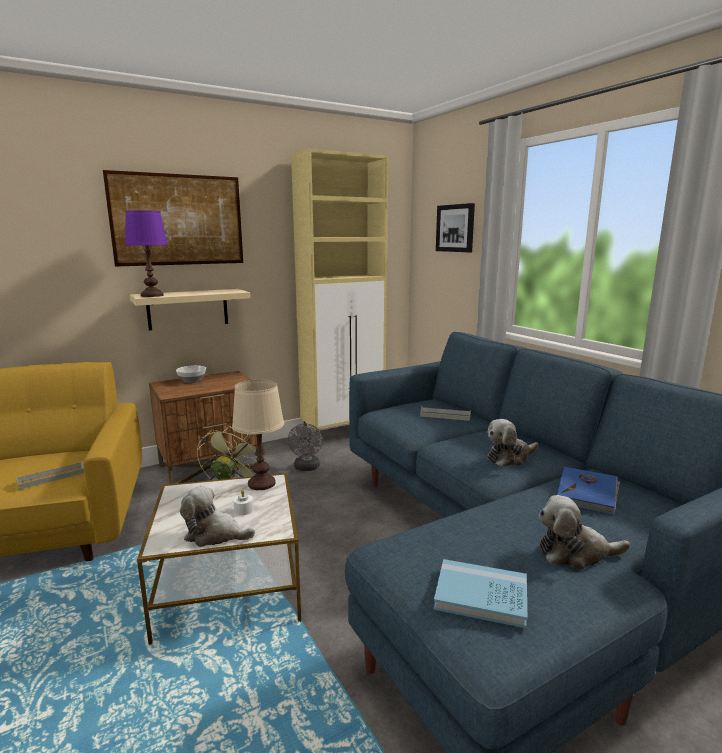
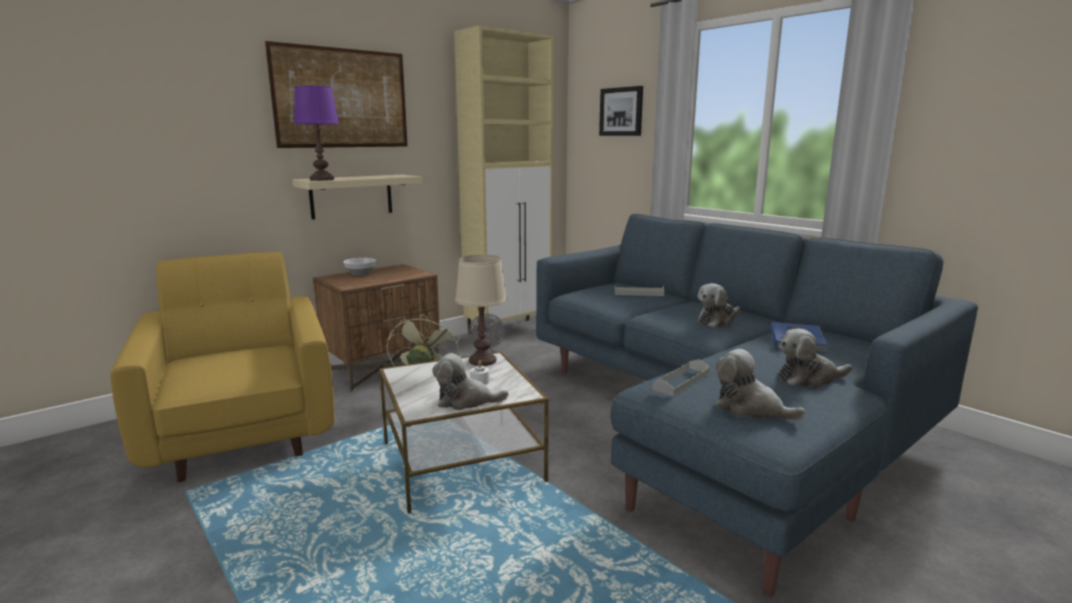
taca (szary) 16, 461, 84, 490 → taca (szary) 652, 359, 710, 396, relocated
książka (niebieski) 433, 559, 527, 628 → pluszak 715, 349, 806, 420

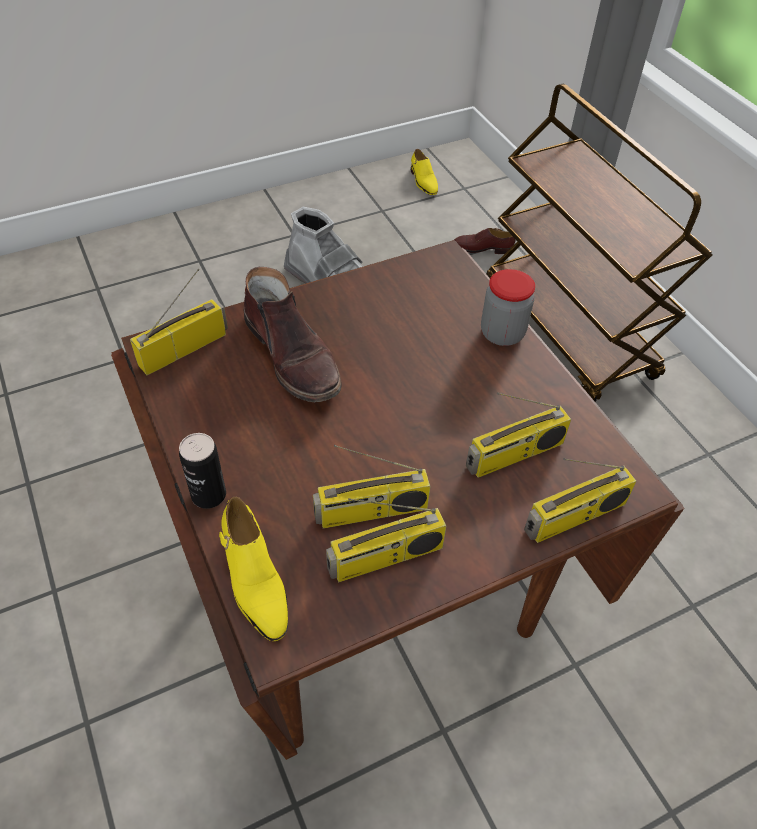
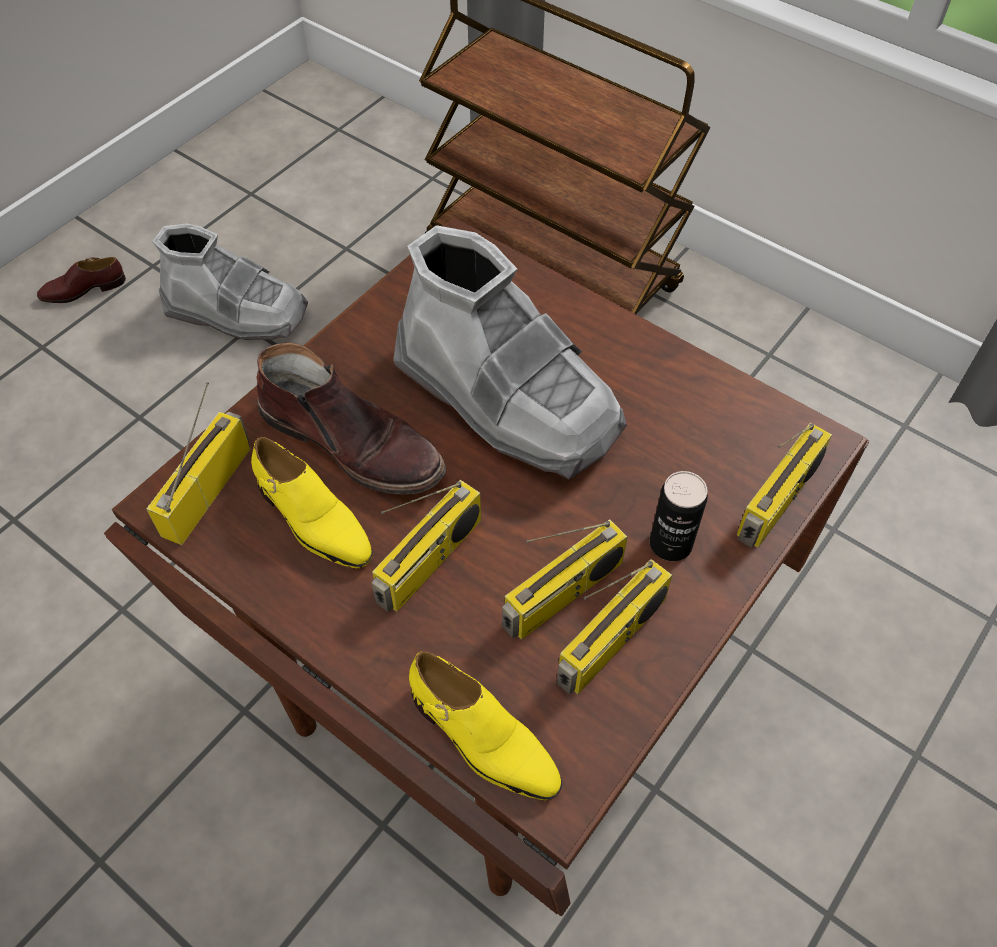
but (brązowy) 454, 228, 516, 254 → but (brązowy) 37, 257, 126, 303, relocated
but (żółty) 411, 149, 438, 195 → but (żółty) 251, 437, 373, 568, relocated
radio 466, 392, 571, 478 → radio 372, 480, 481, 612, relocated
- → but z cholewką (szary) 393, 225, 627, 479
puszka 179, 433, 226, 509 → puszka 650, 471, 708, 561, relocated
słoik 481, 269, 535, 346 → -

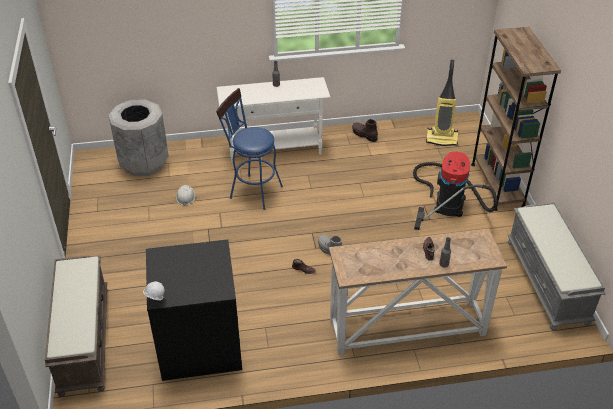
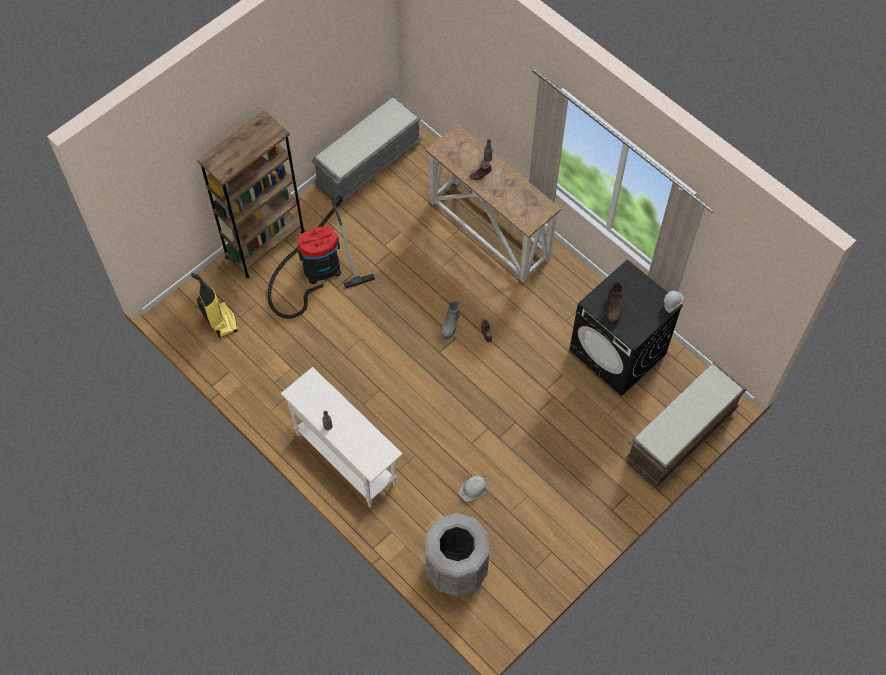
but z cholewką (brązowy) 352, 119, 378, 142 → but z cholewką (brązowy) 606, 282, 623, 325, relocated
stołek (niebieski) 216, 88, 283, 210 → -

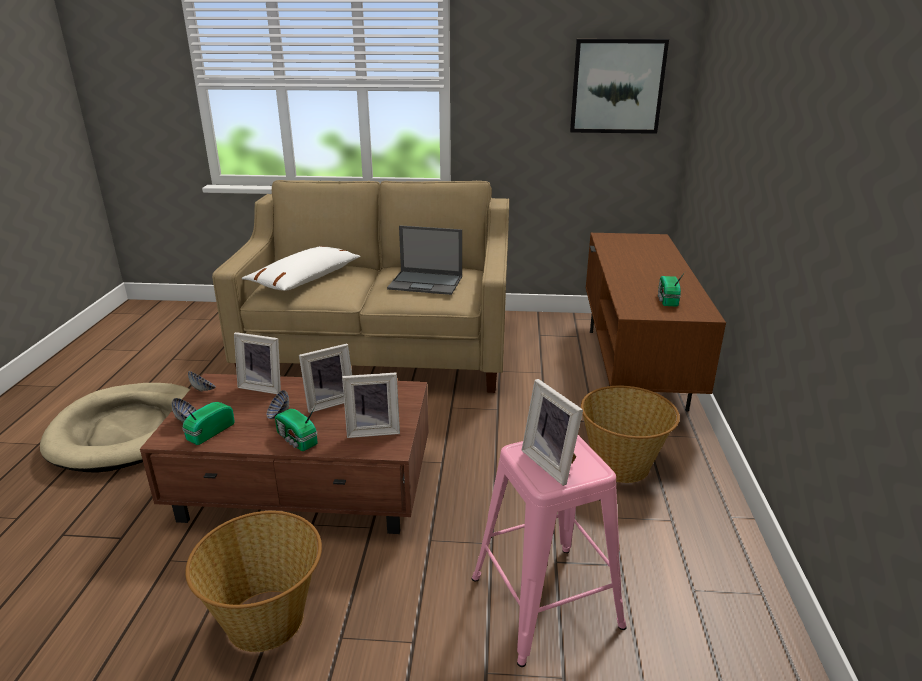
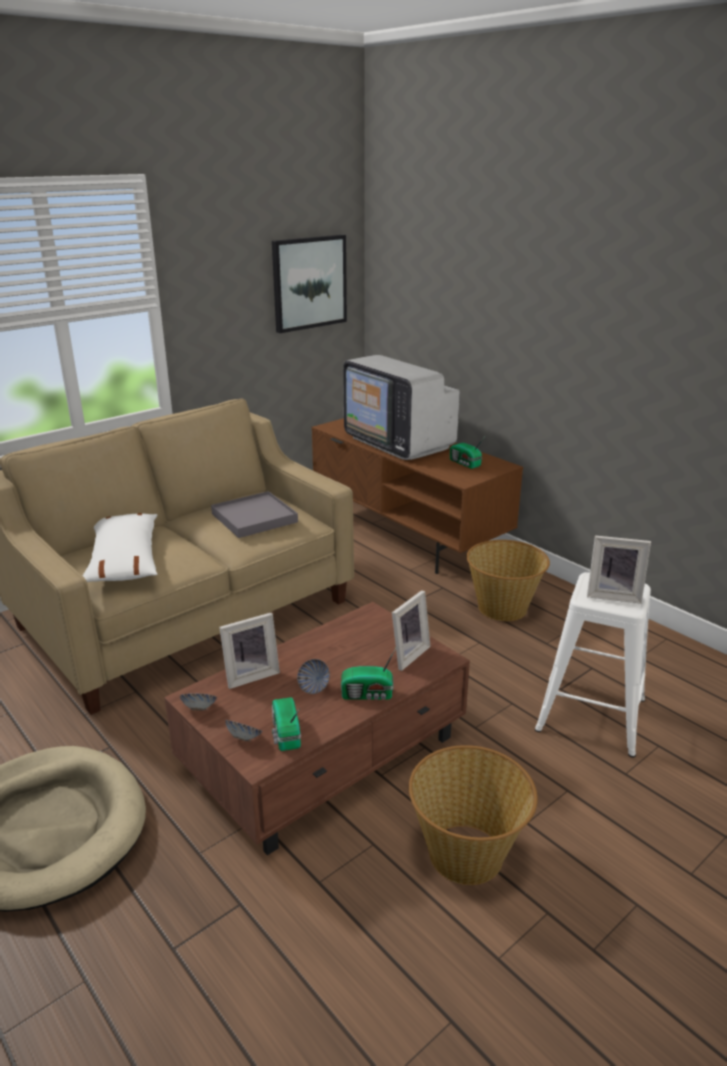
laptop 387, 225, 462, 295 → taca (szary) 211, 491, 298, 538
- → telewizor 343, 355, 460, 460
stołek (różowy) 472, 435, 627, 667 → stołek (biały) 535, 572, 651, 757
ramka na zdjęcie 299, 344, 352, 413 → -

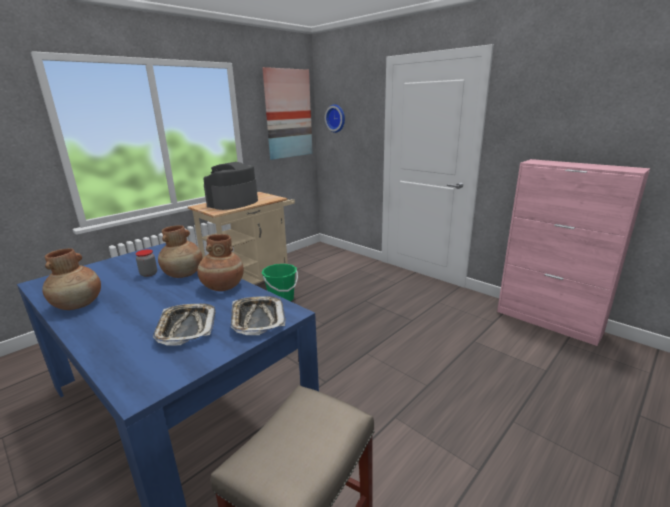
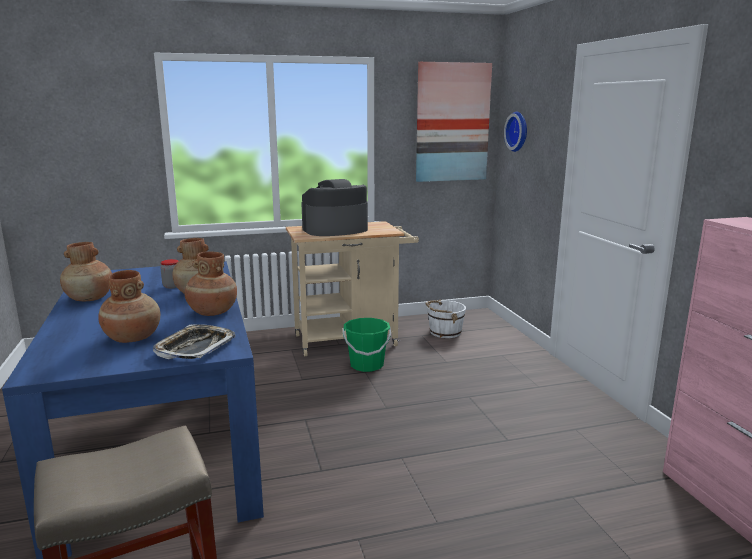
taca 153, 303, 216, 345 → wazon (brązowy) 98, 270, 160, 343
- → wiadro (biały) 425, 300, 466, 338

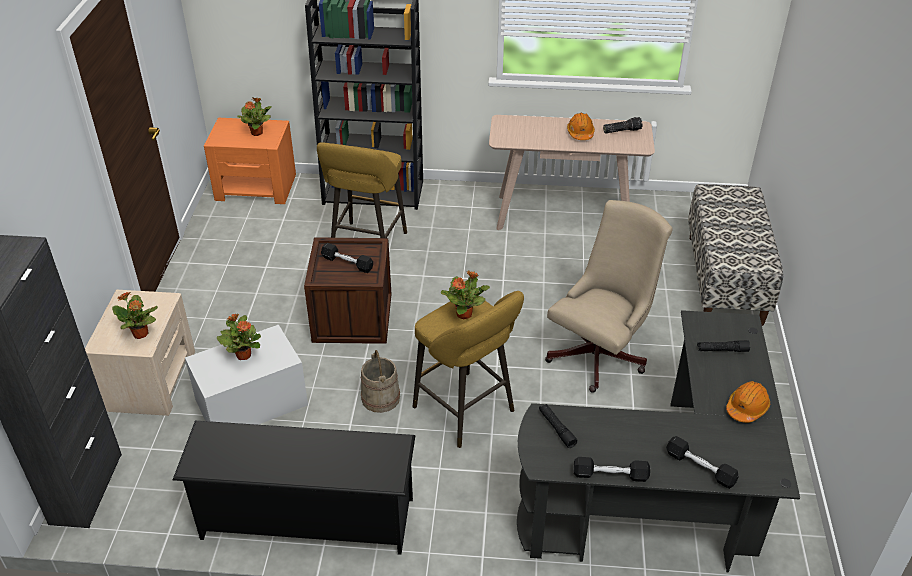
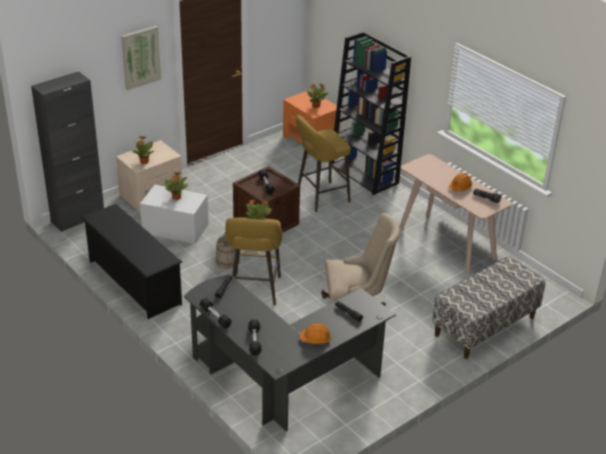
- → obraz 121, 26, 161, 90

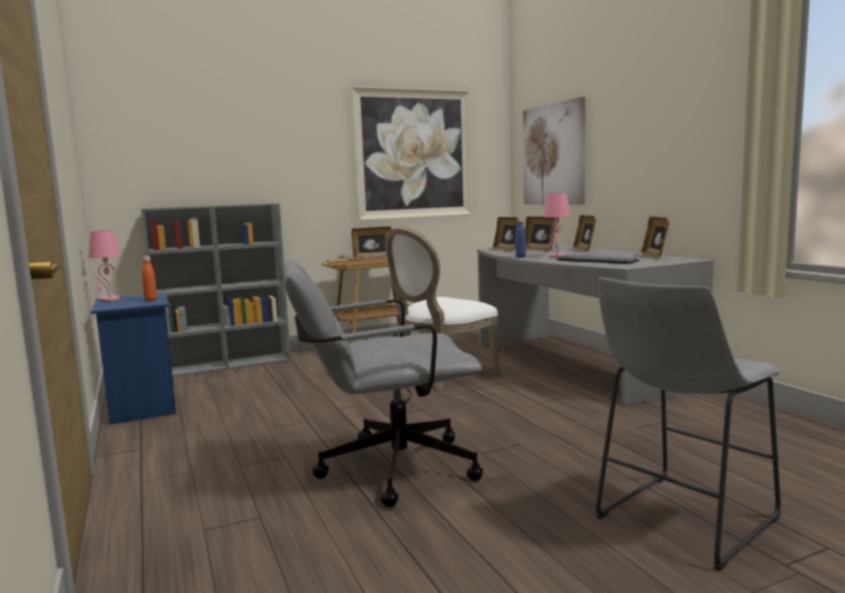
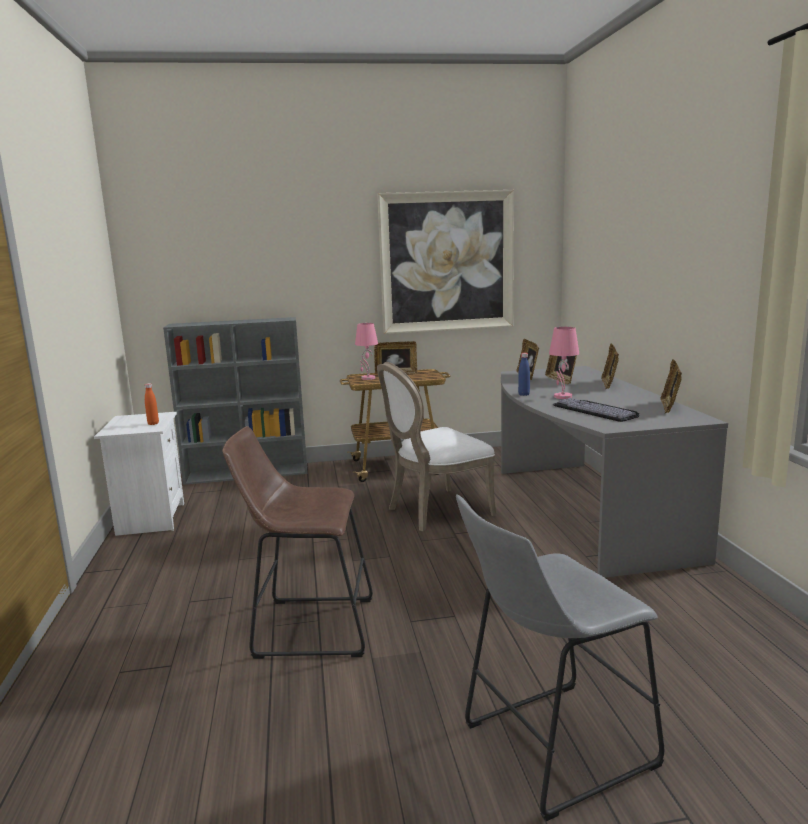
szafka nocna (niebieski) 91, 293, 176, 424 → szafka nocna (biały) 94, 412, 184, 536
krzesło biurowe (szary) 283, 259, 483, 507 → stołek (brązowy) 222, 426, 373, 659
lampa stołowa (różowy) 88, 230, 121, 302 → lampa stołowa (różowy) 355, 323, 378, 380, relocated
obraz 523, 97, 585, 205 → -

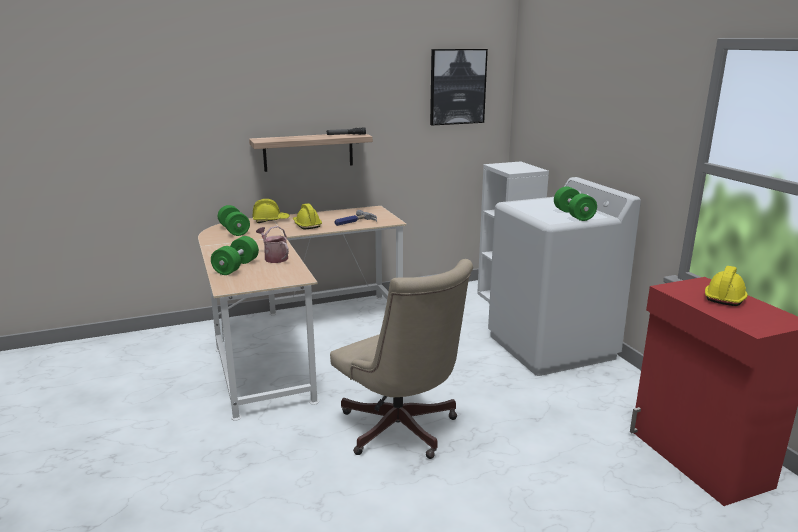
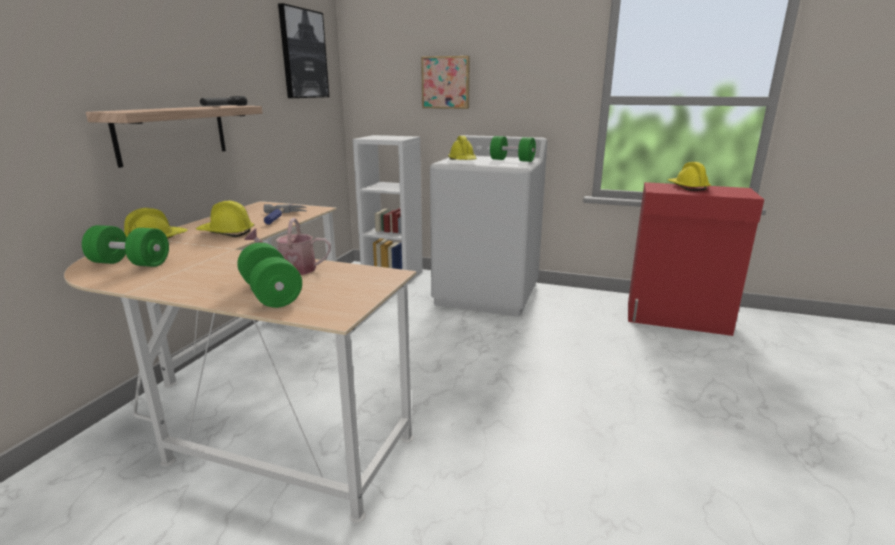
- → obraz 421, 56, 470, 109
- → kask (żółty) 448, 136, 477, 160
krzesło biurowe (beżowy) 330, 259, 473, 459 → -

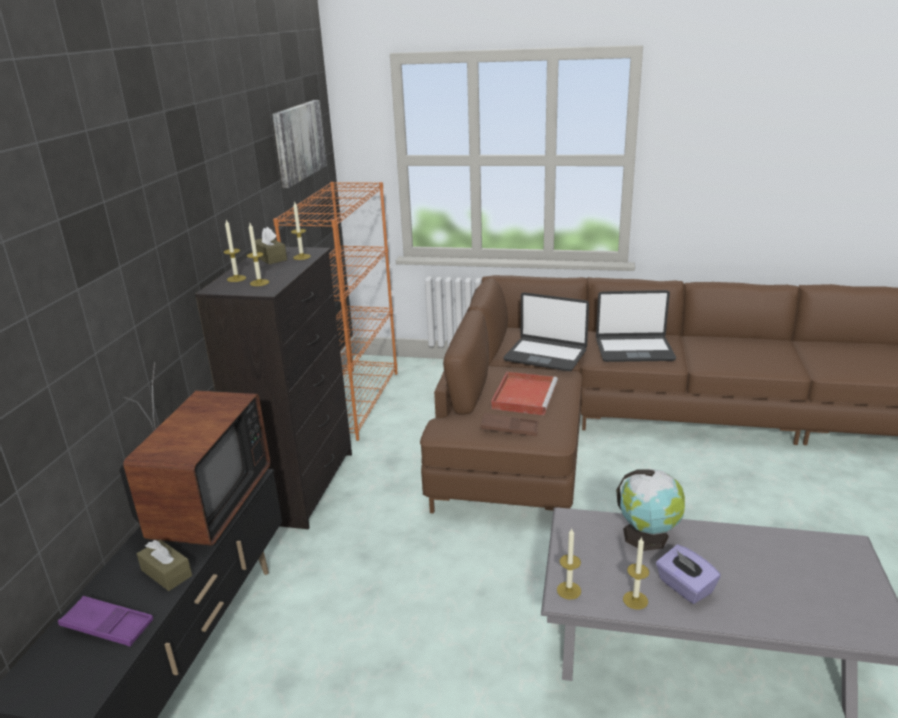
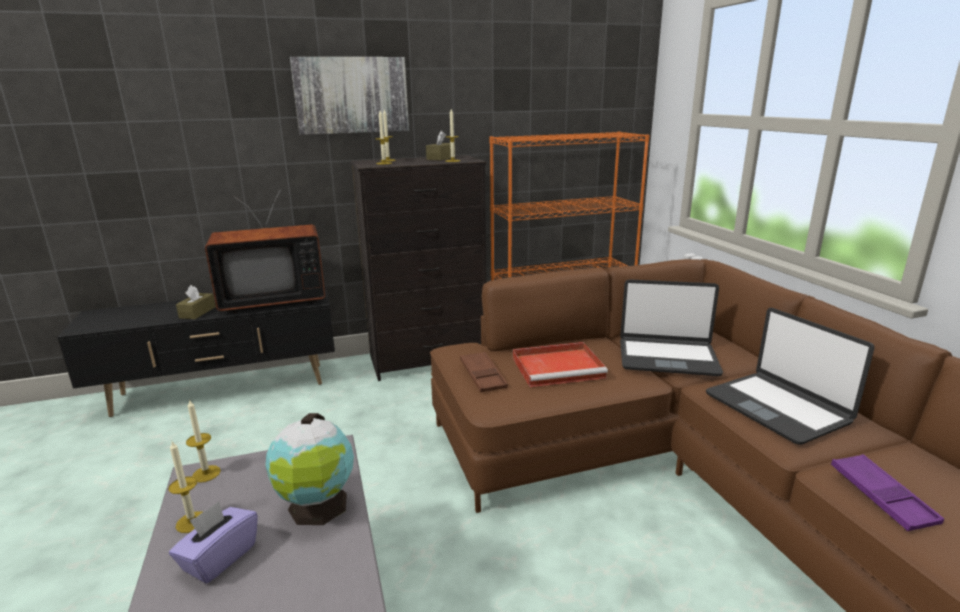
obraz 272, 100, 327, 188 → obraz 290, 57, 409, 135, relocated
laptop 503, 293, 589, 371 → laptop 620, 279, 723, 376, 75 degrees counterclockwise
taca (fioletowy) 58, 596, 153, 646 → taca (fioletowy) 831, 454, 944, 531, relocated

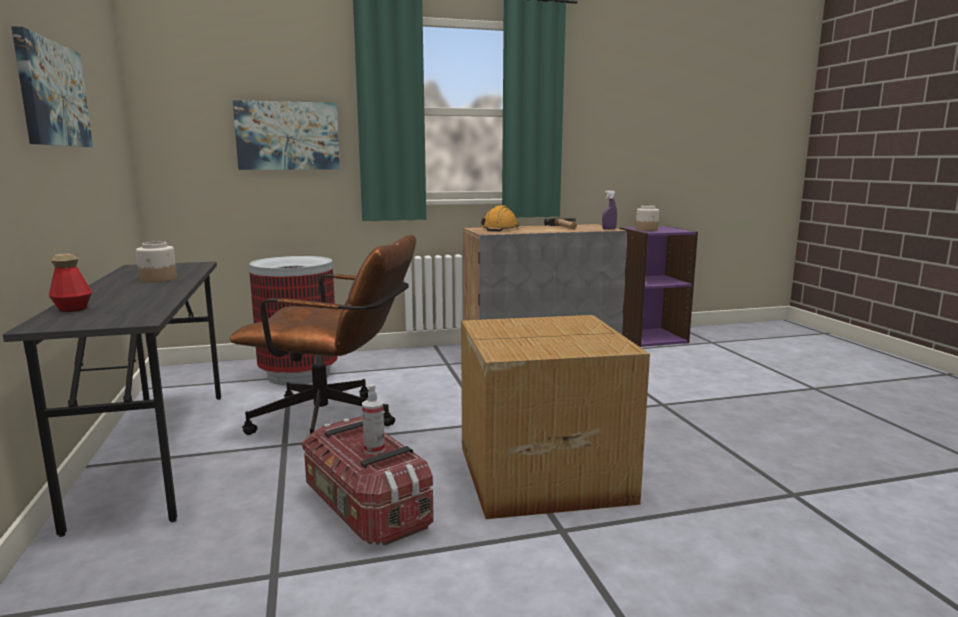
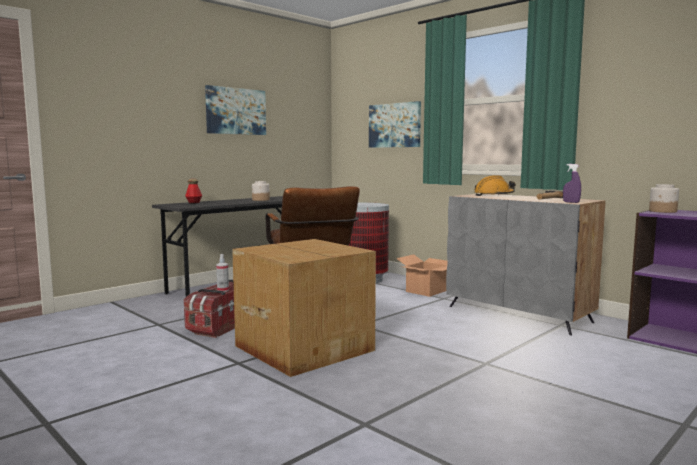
- → karton 396, 254, 447, 297

